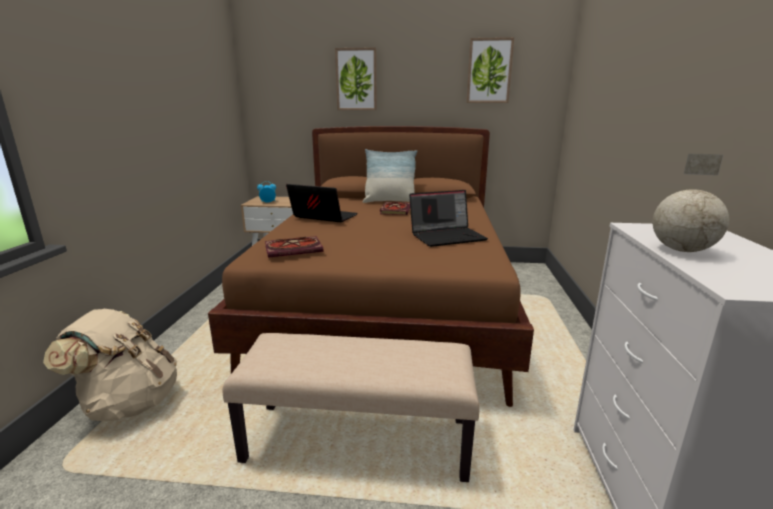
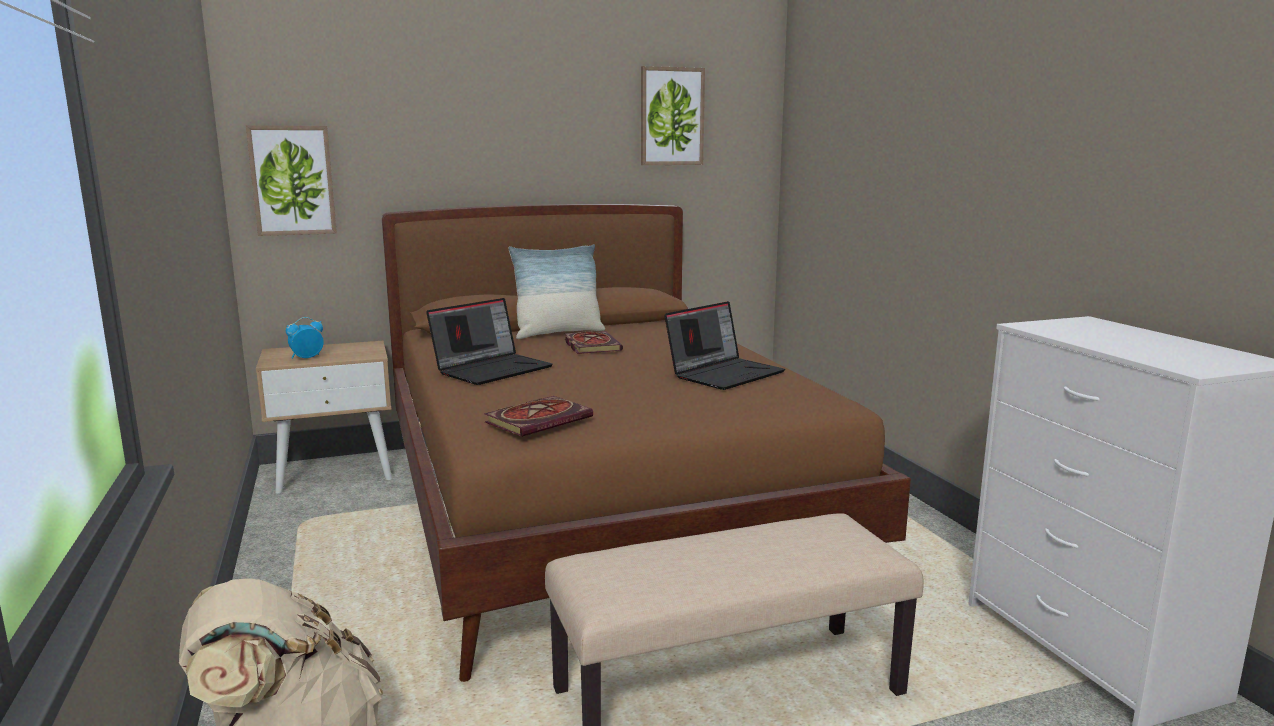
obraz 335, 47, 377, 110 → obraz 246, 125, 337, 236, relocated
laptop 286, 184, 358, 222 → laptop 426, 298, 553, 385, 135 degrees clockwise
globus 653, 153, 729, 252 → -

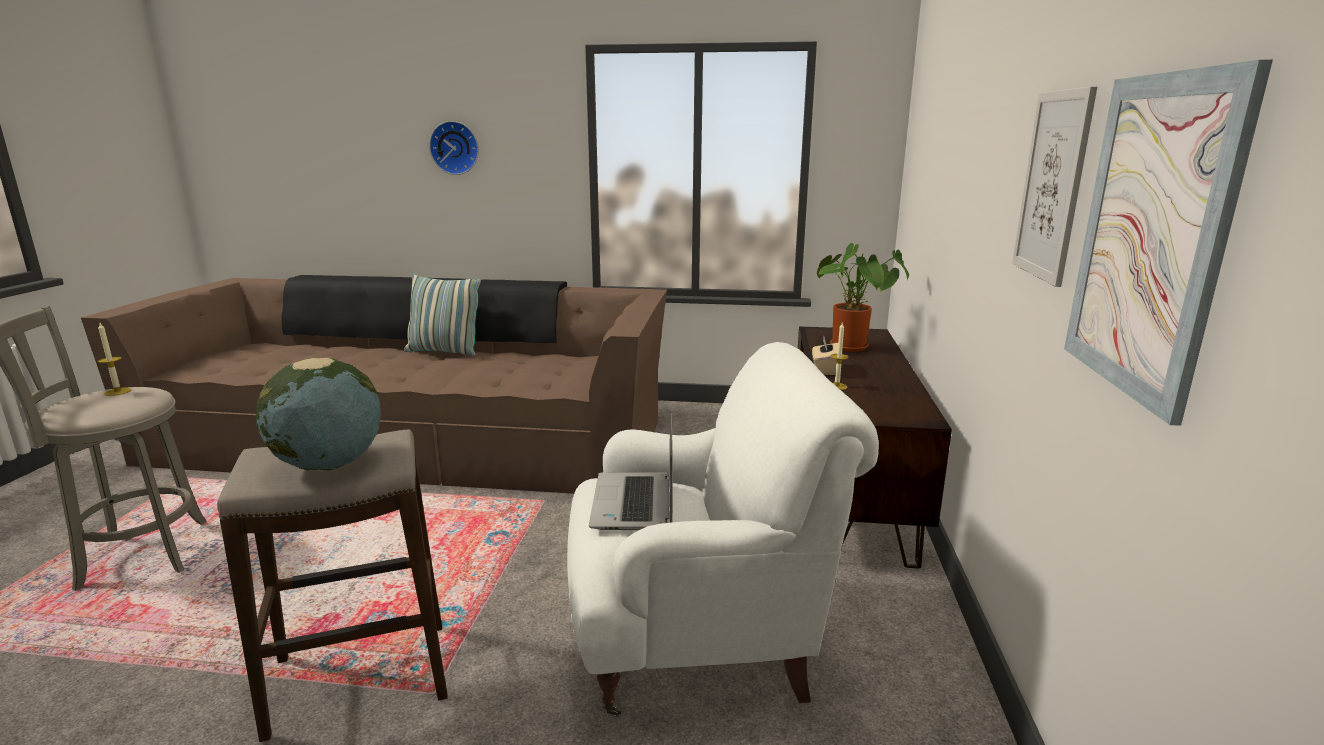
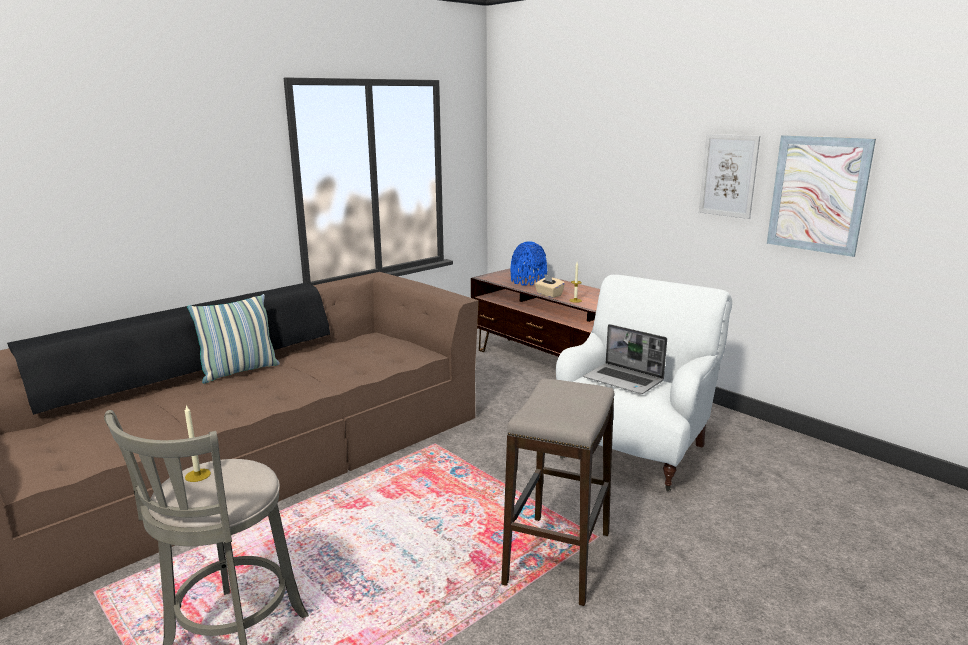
roślina doniczkowa 817, 243, 909, 352 → wazon (niebieski) 511, 241, 547, 285
globus 256, 358, 381, 472 → -
zegar ścienny 429, 121, 479, 175 → -

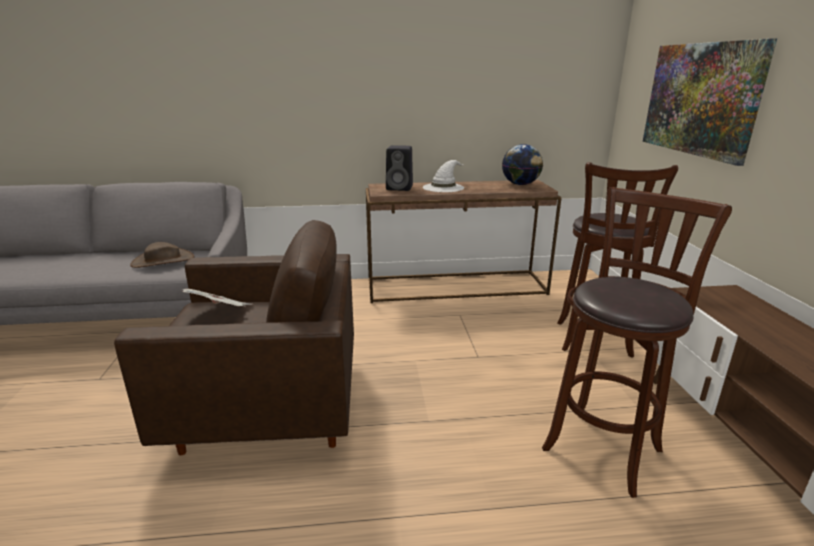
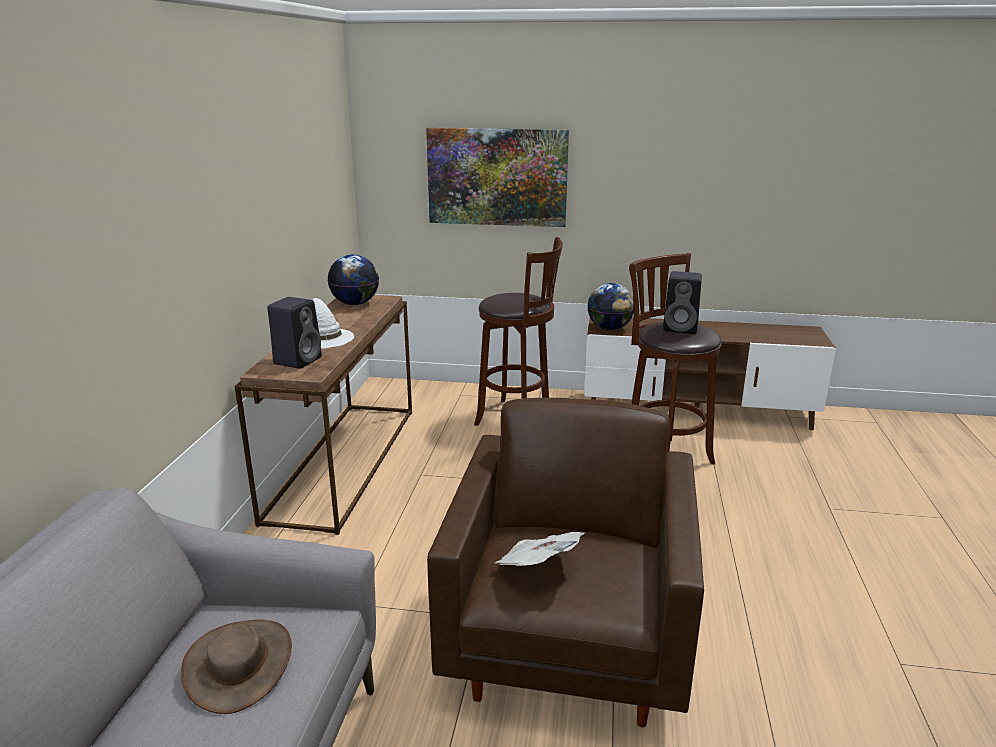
- → globus 587, 283, 634, 330
- → głośnik (czarny) 663, 271, 702, 334

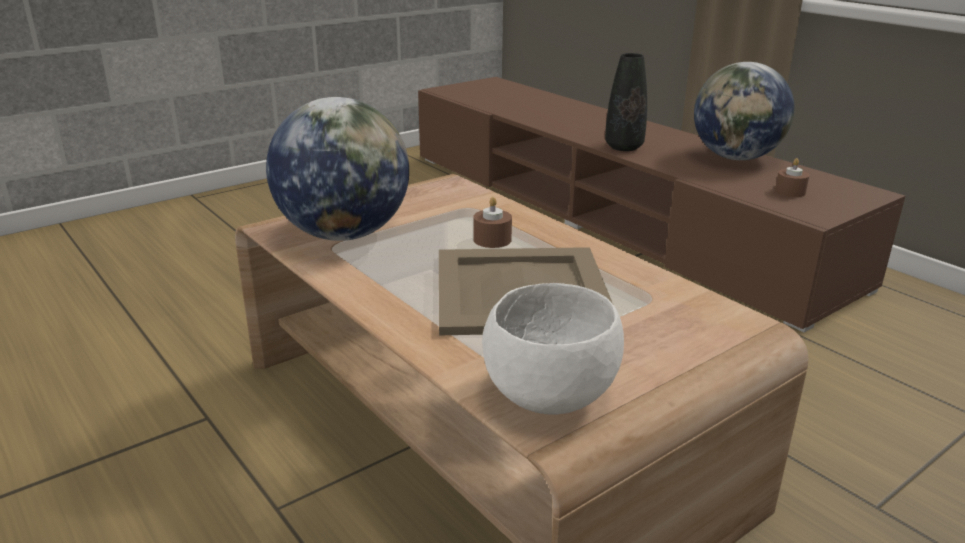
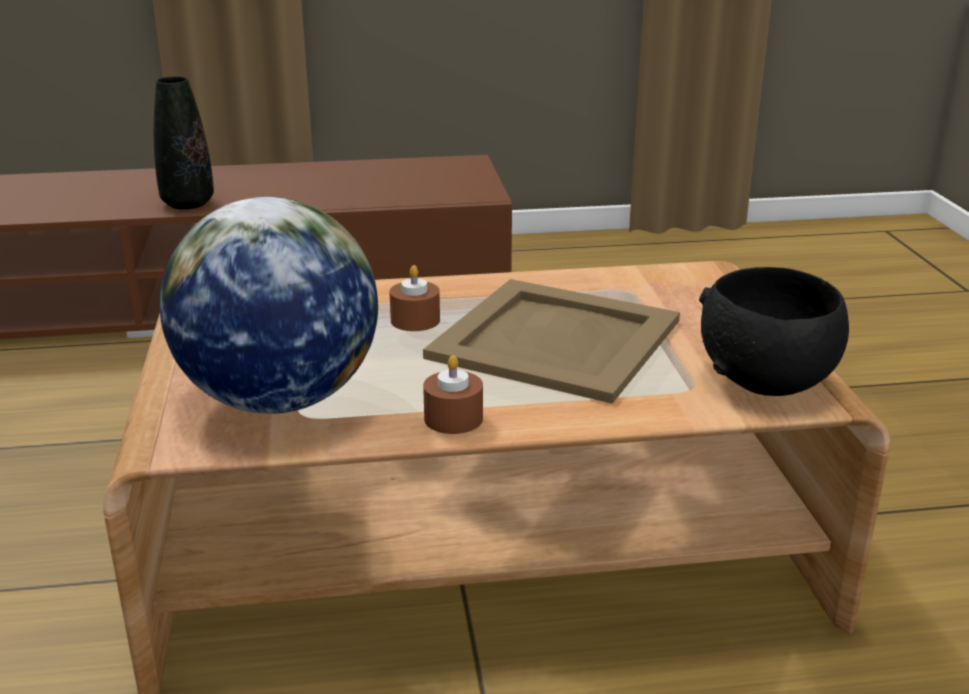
świeca (brązowy) 775, 158, 809, 197 → świeca (brązowy) 423, 355, 483, 434, relocated
miska (biały) 482, 283, 624, 415 → miska (czarny) 699, 267, 849, 396
globus 694, 62, 794, 160 → -

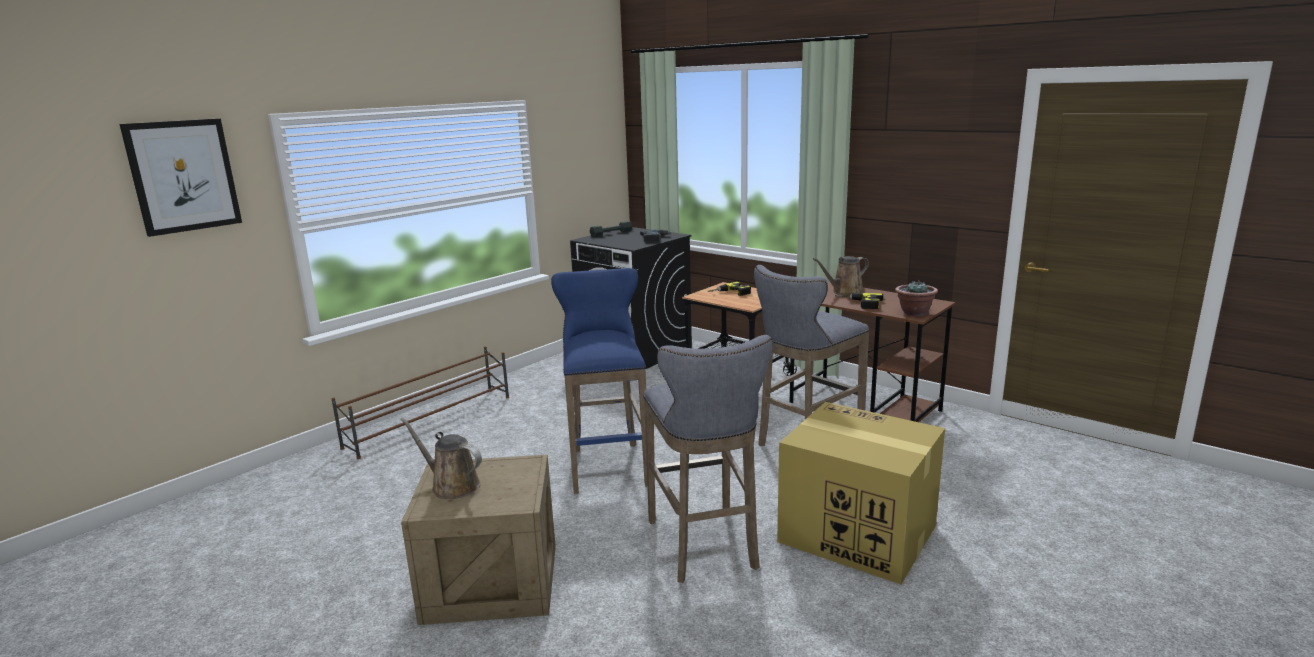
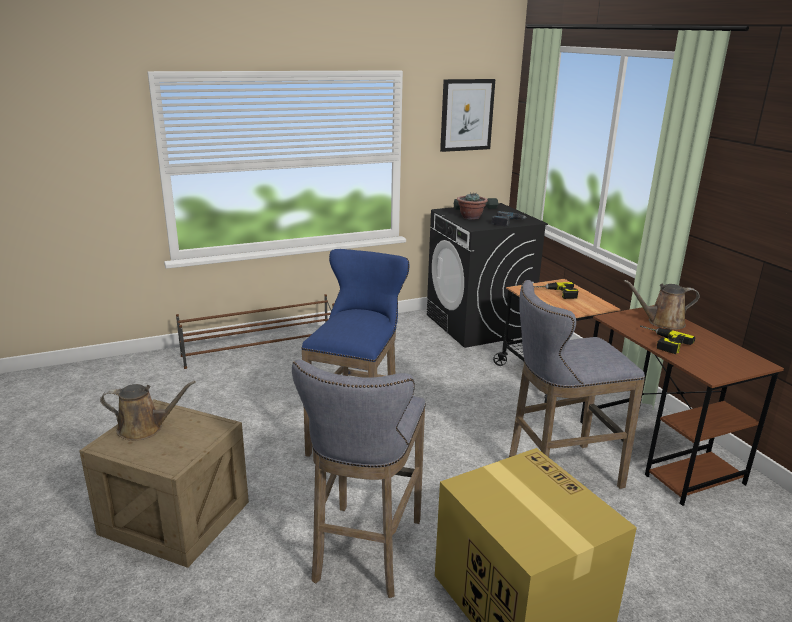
konewka (brązowy) 400, 418, 482, 499 → konewka (brązowy) 100, 381, 196, 441, 120 degrees clockwise
obraz 120, 119, 242, 237 → obraz 440, 79, 495, 152, relocated
roślina doniczkowa 895, 280, 938, 316 → roślina doniczkowa 457, 193, 488, 219, relocated

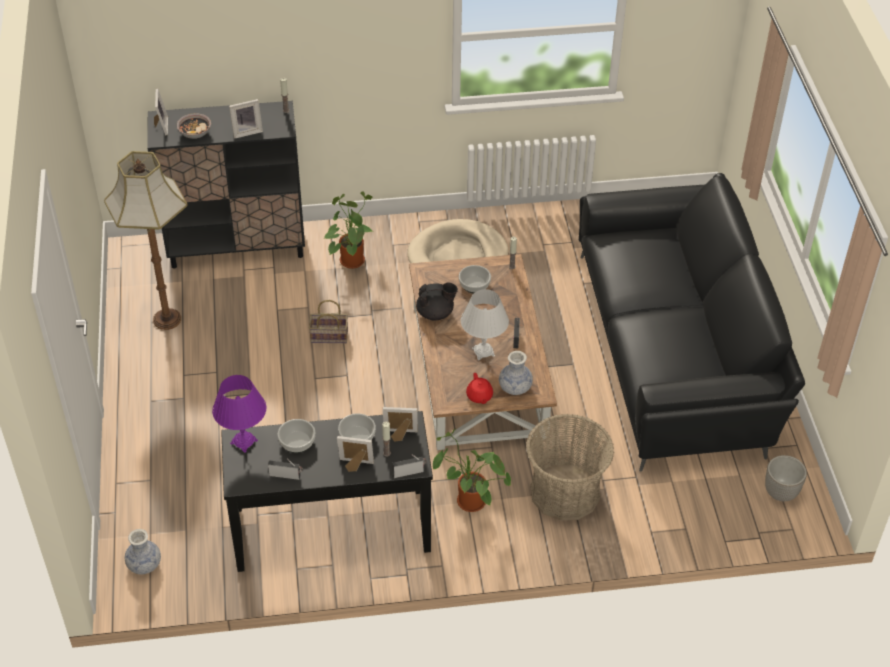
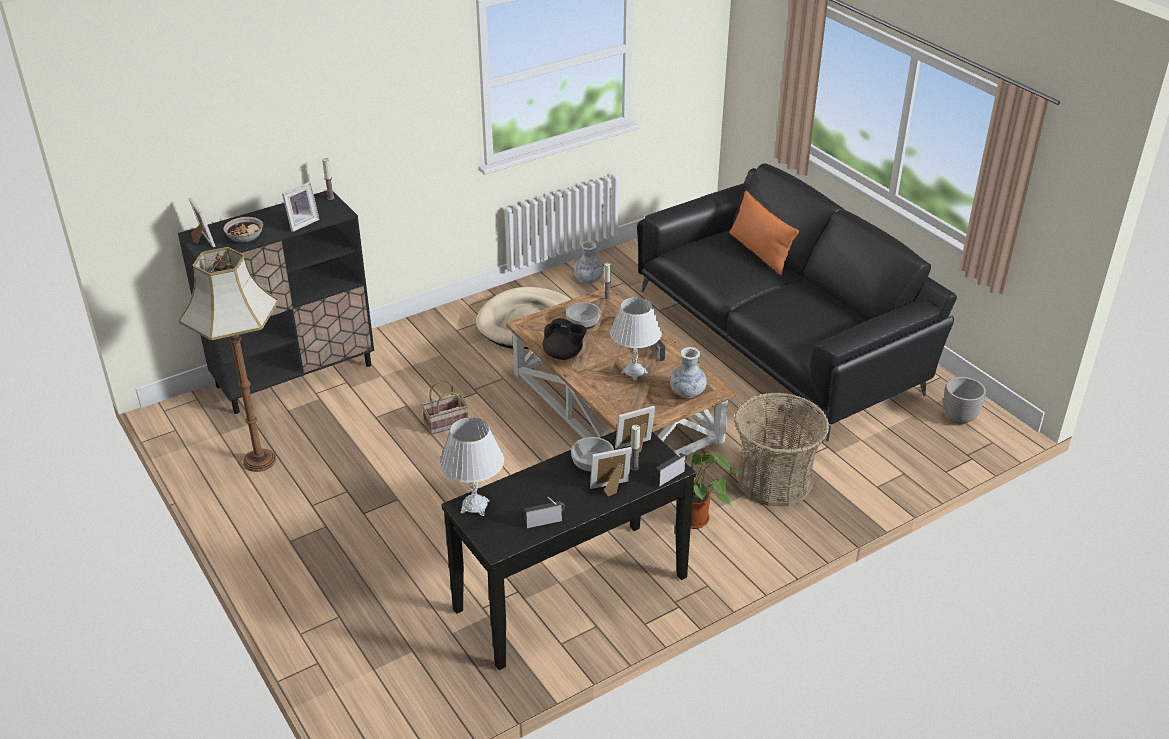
lampa stołowa (fioletowy) 212, 375, 267, 453 → lampa stołowa (biały) 439, 417, 504, 516
imbryk (czarny) 416, 283, 458, 320 → imbryk (czarny) 543, 318, 587, 360, 60 degrees clockwise
wazon 124, 529, 161, 574 → wazon 574, 241, 604, 284, relocated
- → poduszka (pomarańczowy) 729, 191, 799, 275
miska 278, 419, 315, 453 → -
roślina doniczkowa 324, 191, 374, 269 → -
imbryk (czerwony) 466, 373, 493, 404 → -

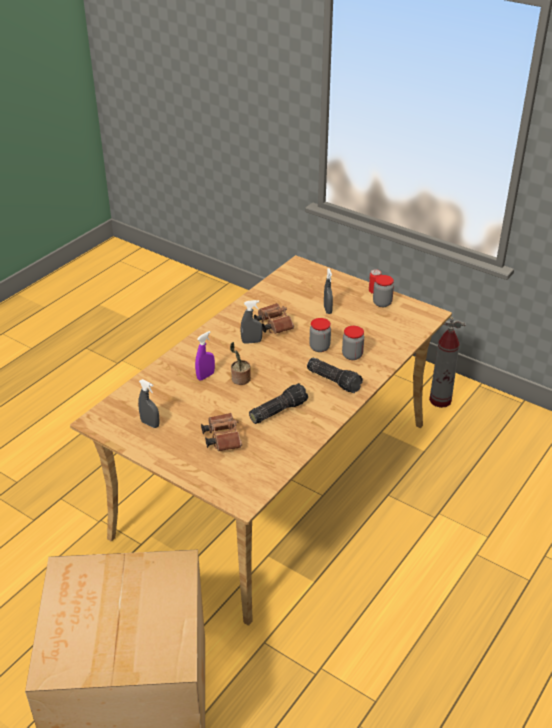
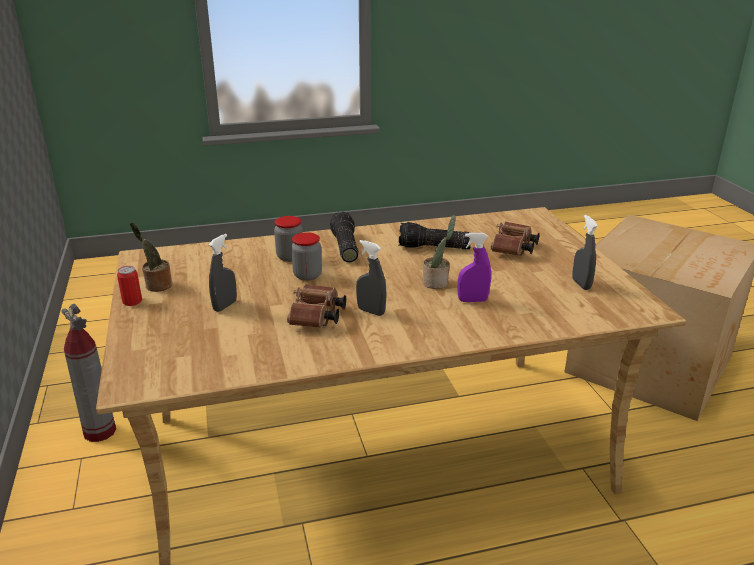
słoik 373, 275, 394, 307 → roślina doniczkowa 130, 222, 172, 292

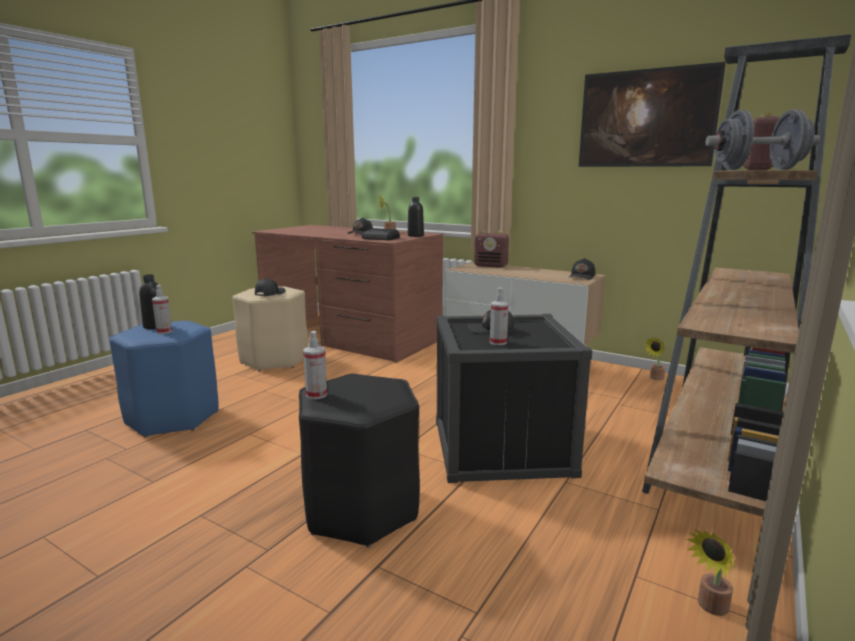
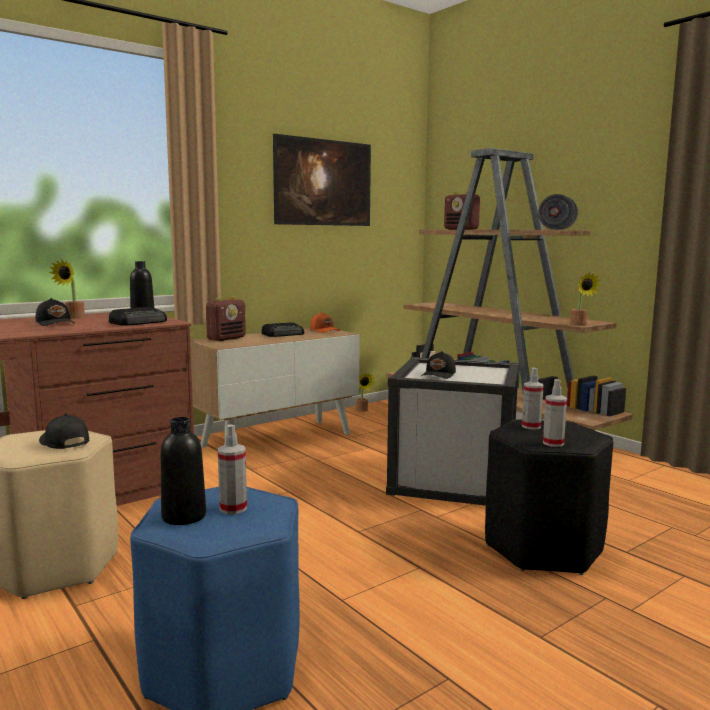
- → radio 261, 322, 304, 337
czapka z daszkiem (czarny) 568, 258, 596, 280 → czapka z daszkiem (pomarańczowy) 310, 312, 340, 333
pojemnik do przechowywania (czarny) 436, 314, 592, 483 → pojemnik do przechowywania (biały) 386, 357, 519, 506
spryskiwacz 490, 288, 508, 345 → spryskiwacz 522, 368, 544, 430, relocated
roślina doniczkowa 686, 529, 735, 616 → roślina doniczkowa 570, 273, 601, 325, relocated

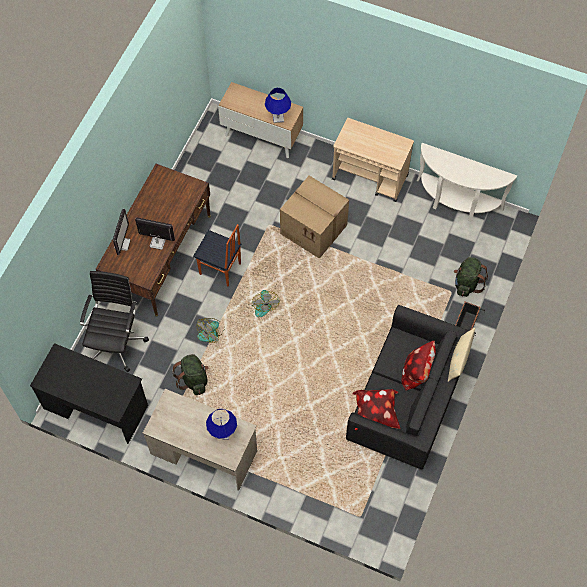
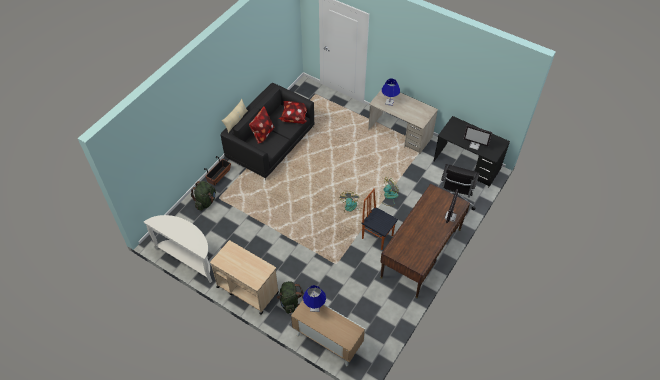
plecak (zielony) 172, 354, 209, 395 → plecak (zielony) 277, 281, 303, 314, relocated
monitor 135, 217, 175, 250 → monitor 463, 125, 492, 150, relocated
karton 280, 176, 349, 259 → -

